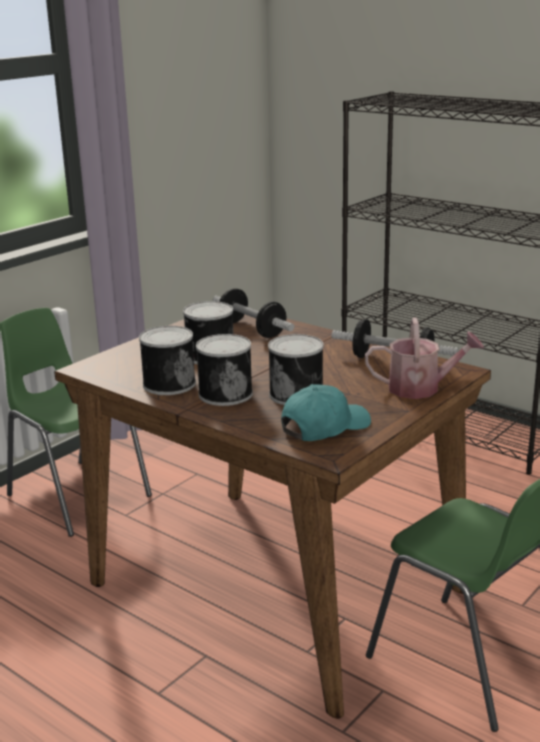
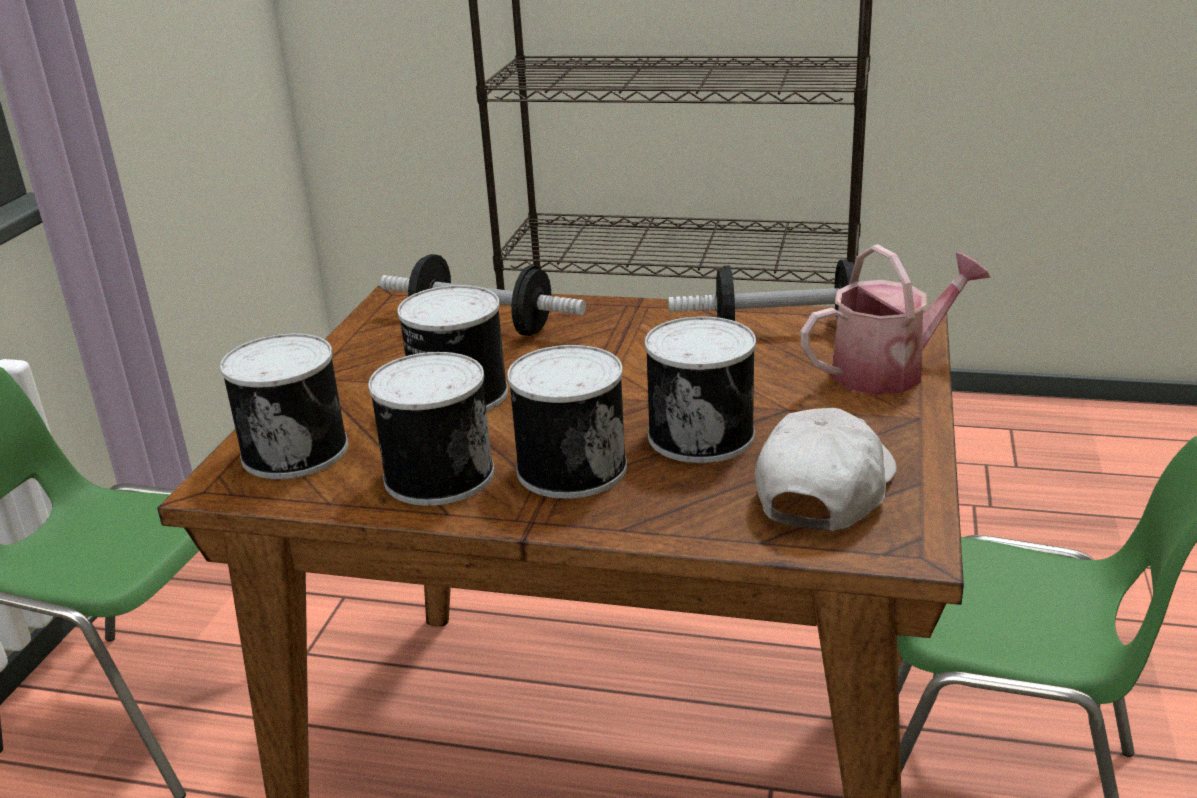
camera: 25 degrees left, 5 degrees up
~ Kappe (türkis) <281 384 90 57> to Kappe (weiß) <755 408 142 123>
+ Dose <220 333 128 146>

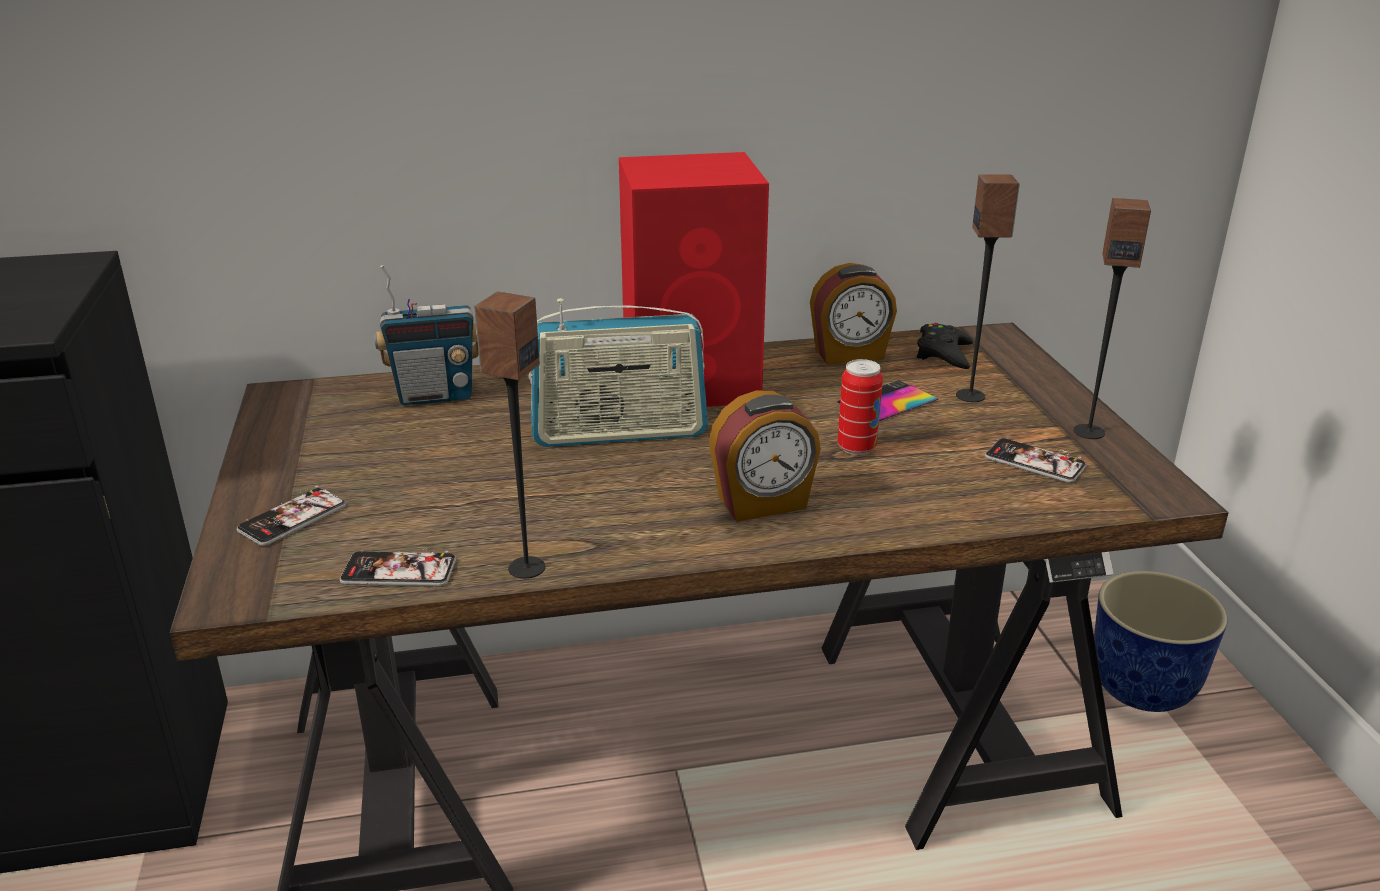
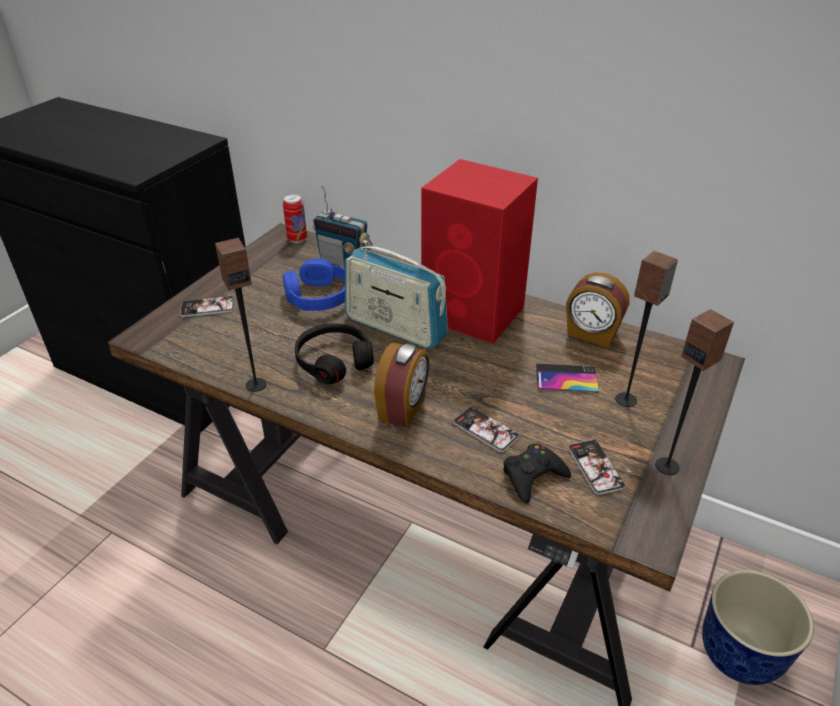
camera: 40 degrees right, 10 degrees up
~ Handy <340 549 116 37> to <453 407 66 45>
~ Wecker <709 390 112 132> = <374 343 55 85> 90 degrees counterclockwise
~ Dose <838 359 45 96> to <283 194 24 49>
~ Gamepad (schwarz) <917 323 56 46> to <503 444 68 59>
+ Kopfhörer (blau) <283 258 62 53>
+ Kopfhörer (schwarz) <295 323 79 61>

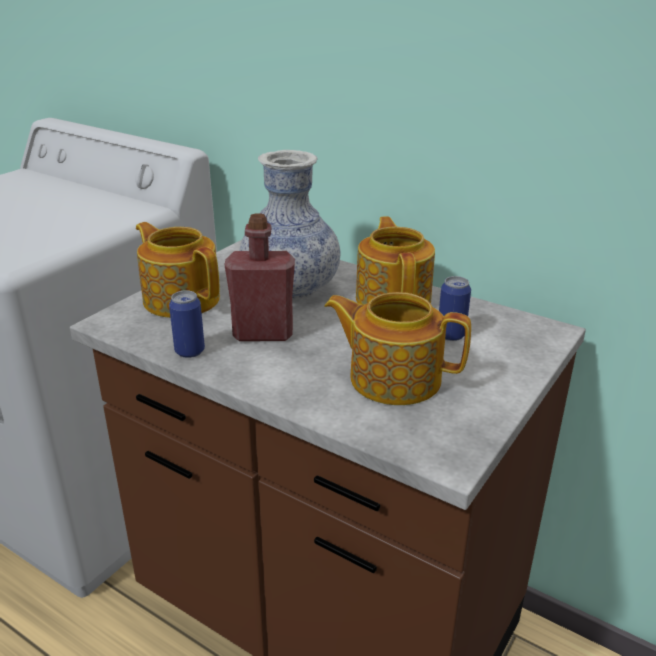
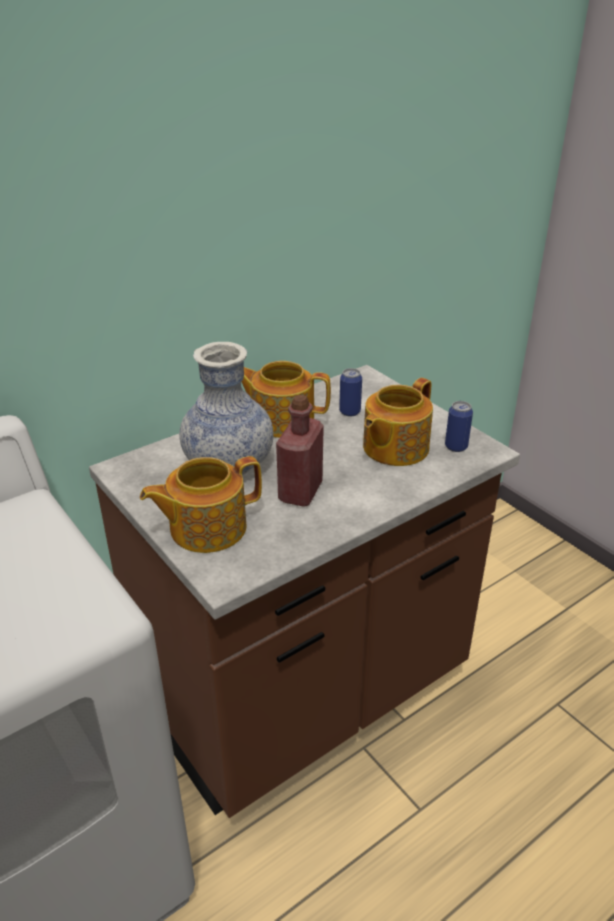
camera: 70 degrees left, 5 degrees up
~ Dose <169 290 36 68> to <445 401 28 51>

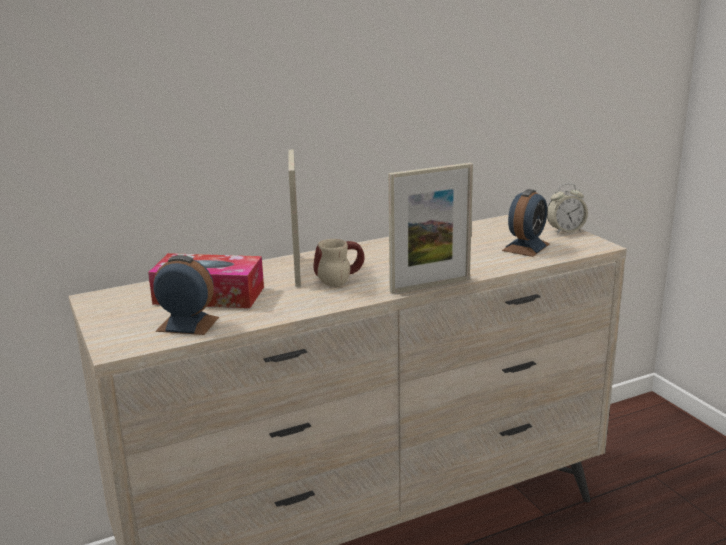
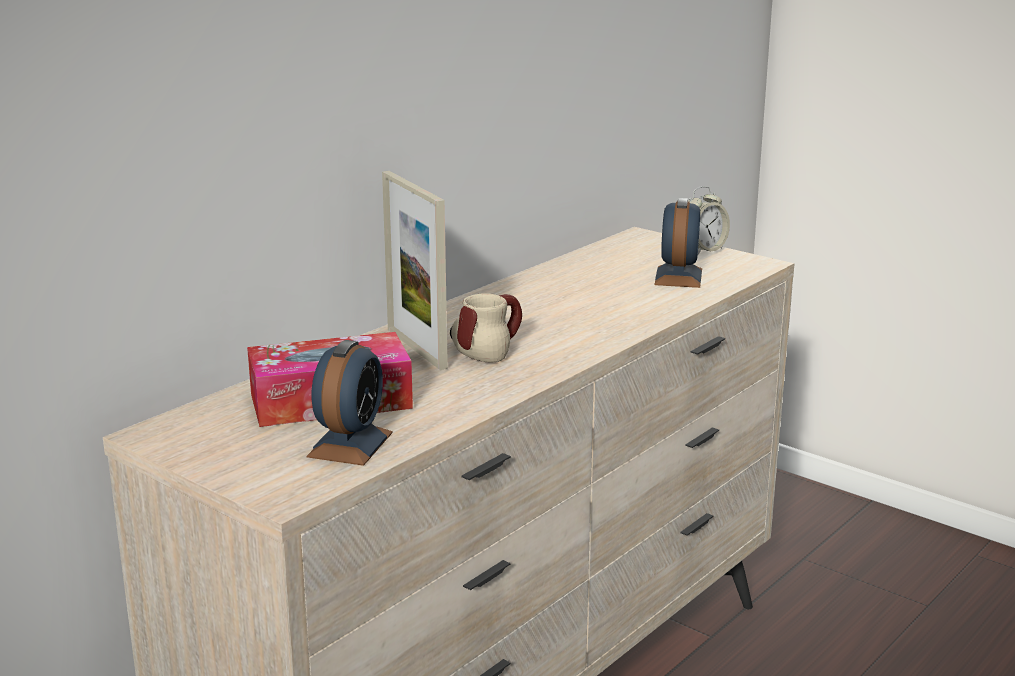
camera: 25 degrees left, 0 degrees up
~ Wecker <153 255 66 80> = <307 340 86 126> 120 degrees clockwise
- Bilderrahmen <388 163 85 131>

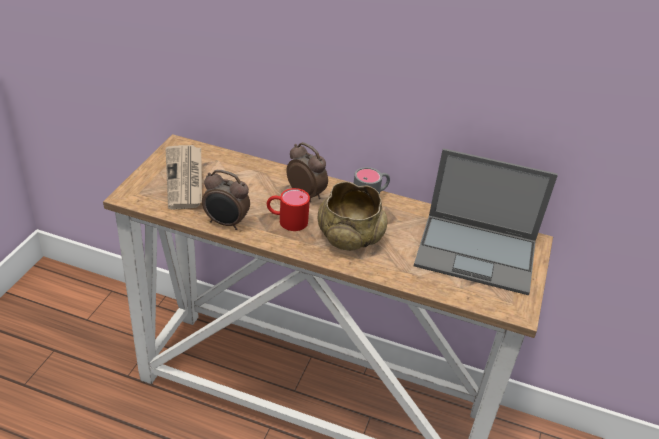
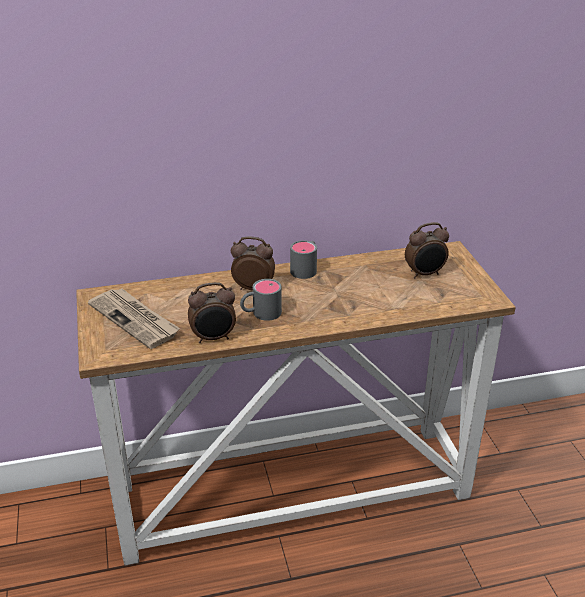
camera: 30 degrees left, 5 degrees down
~ Henkelbecher (rot) <267 188 43 43> to Henkelbecher (grau) <240 279 42 42>
- Schüssel (beige) <318 182 70 69>
~ Laptop <414 148 144 147> to Wecker <405 222 44 56>

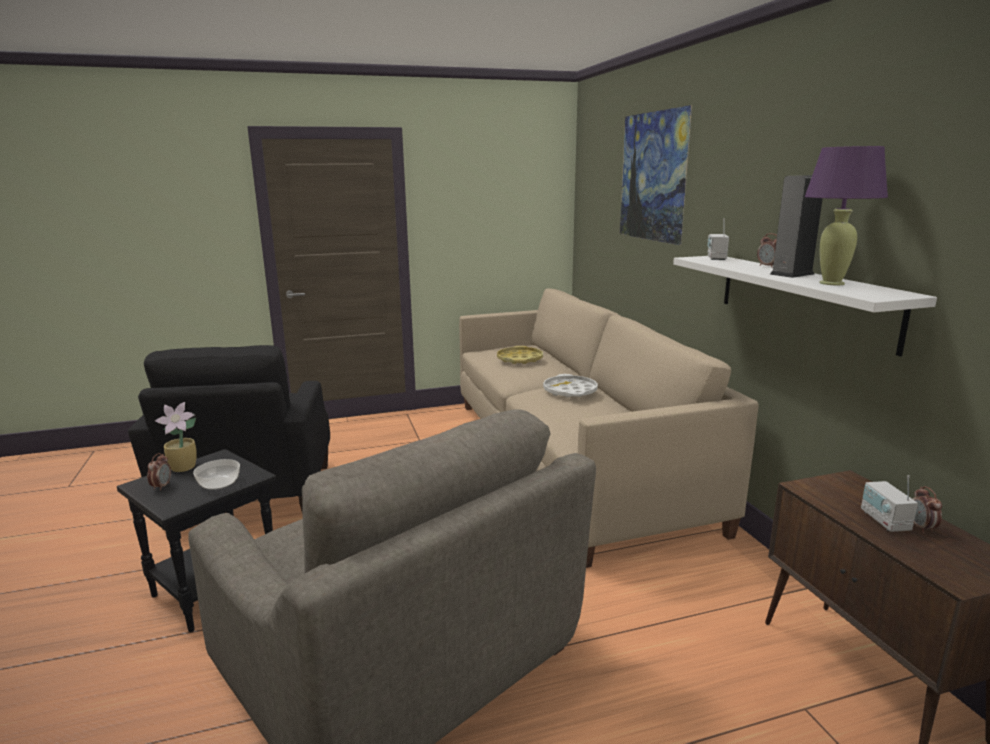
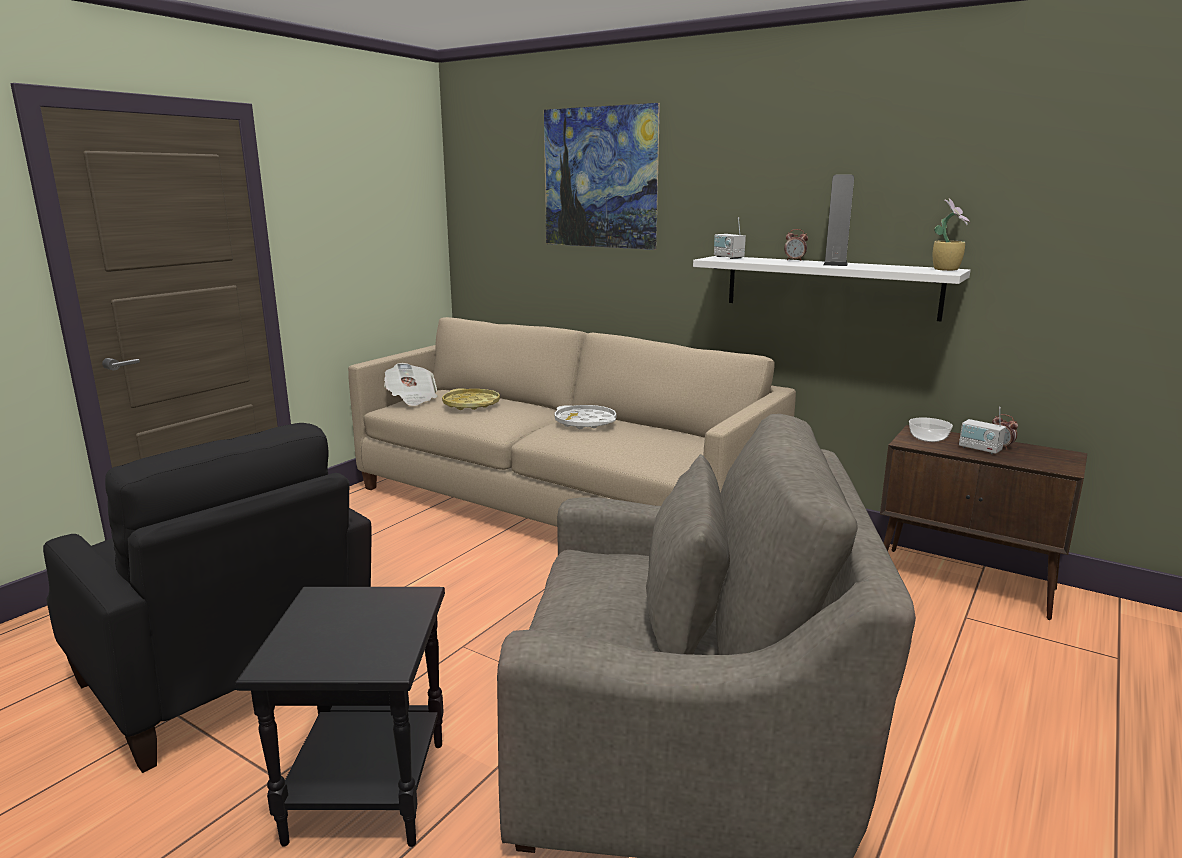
camera: 40 degrees left, 0 degrees up
- Wecker <147 453 24 38>
~ Topfpflanze <155 402 42 70> to <933 199 37 72>
~ Schüssel <193 459 47 31> to <909 418 44 24>
- Tischlampe (lila) <804 146 84 139>
+ Zeitung <384 363 54 43>

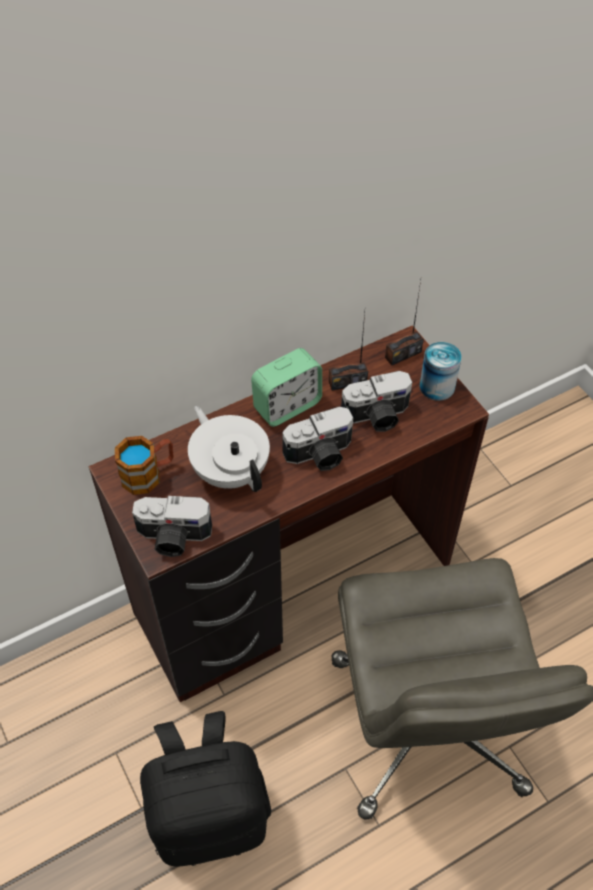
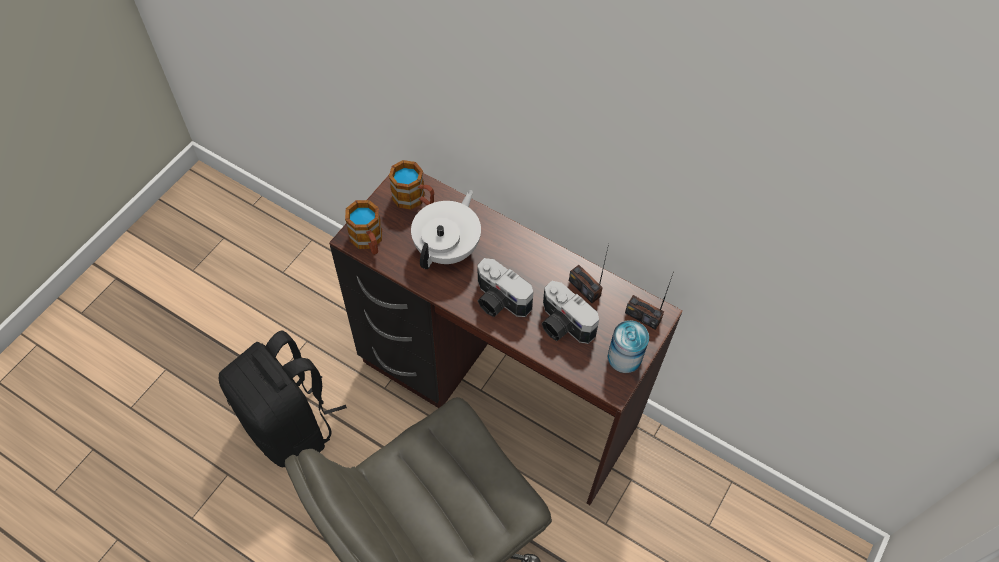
camera: 60 degrees right, 5 degrees up
~ Kamera <132 496 80 61> to Henkelbecher <345 200 37 55>
- Wecker <251 348 71 79>

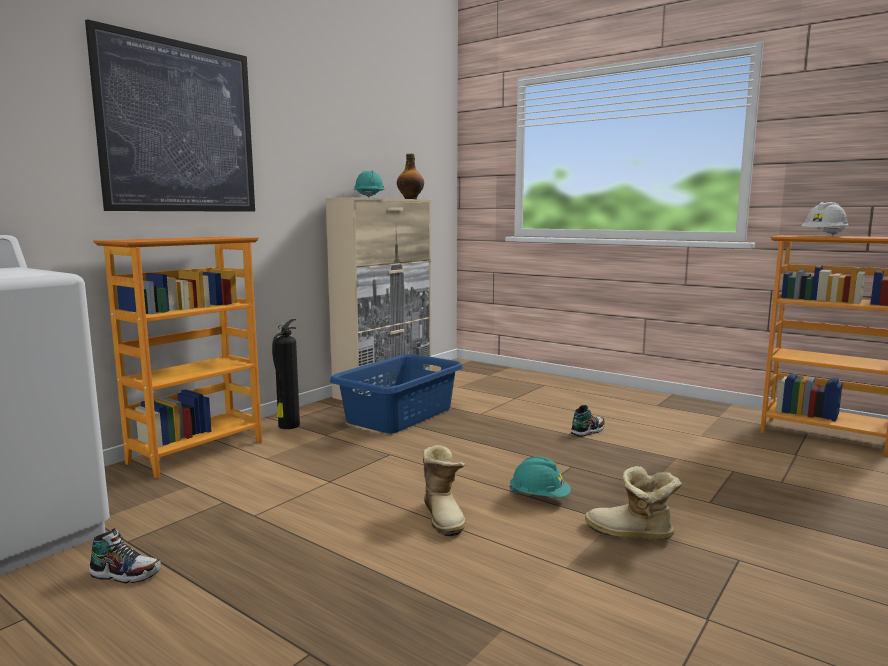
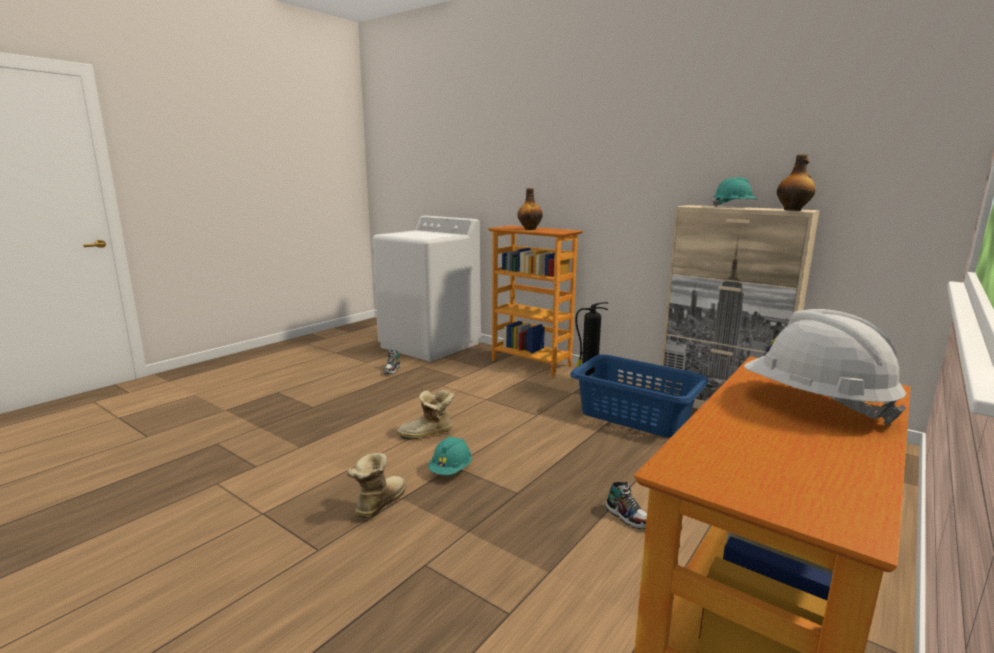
camera: 90 degrees right, 5 degrees up
- Bild <85 19 170 193>
+ Flasche <517 188 26 42>

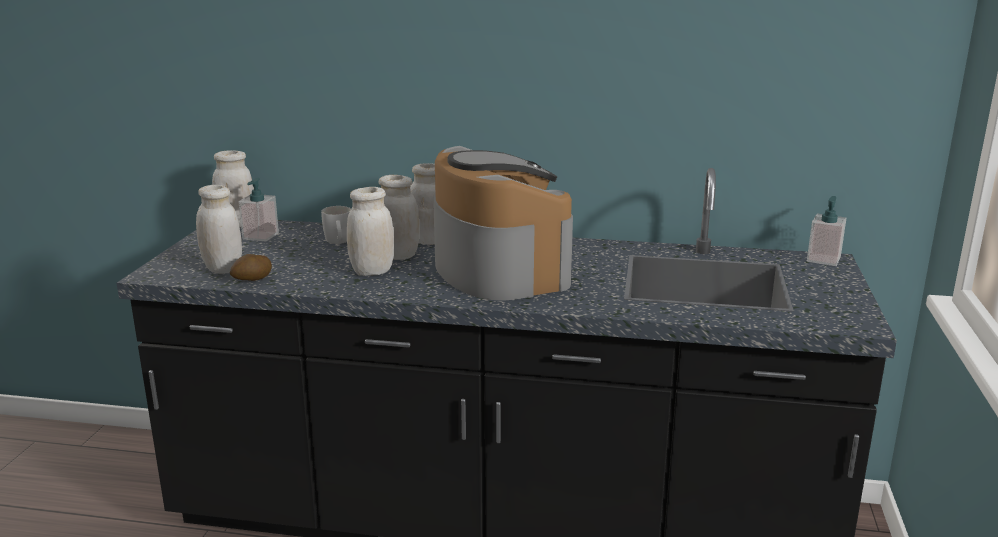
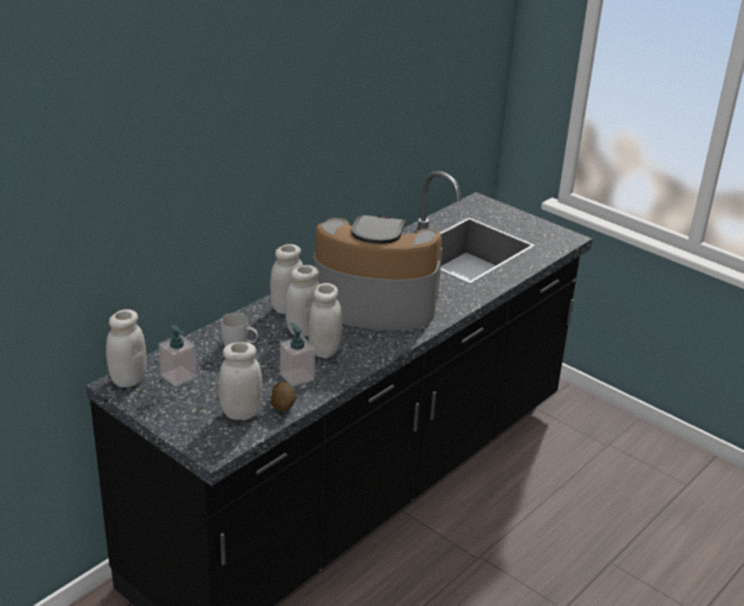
camera: 60 degrees left, 10 degrees up
~ Seifenspender <807 196 39 70> to <280 323 35 64>

